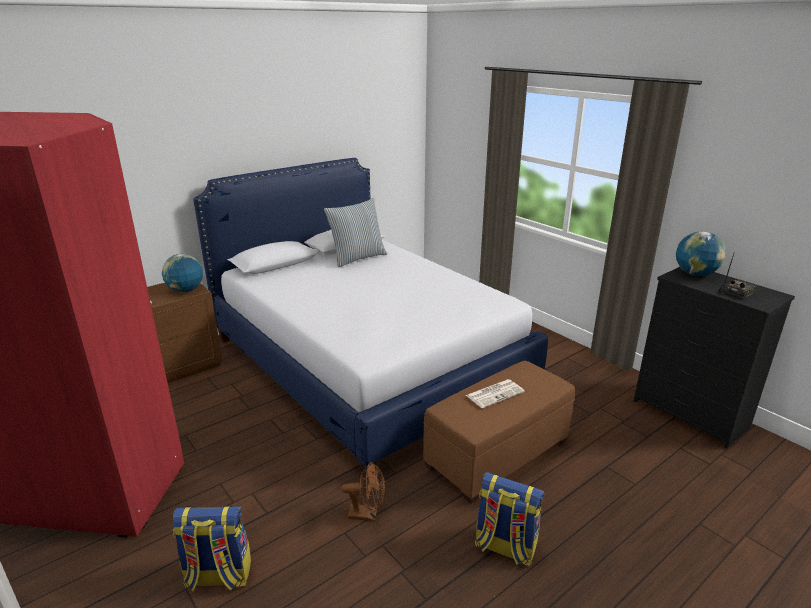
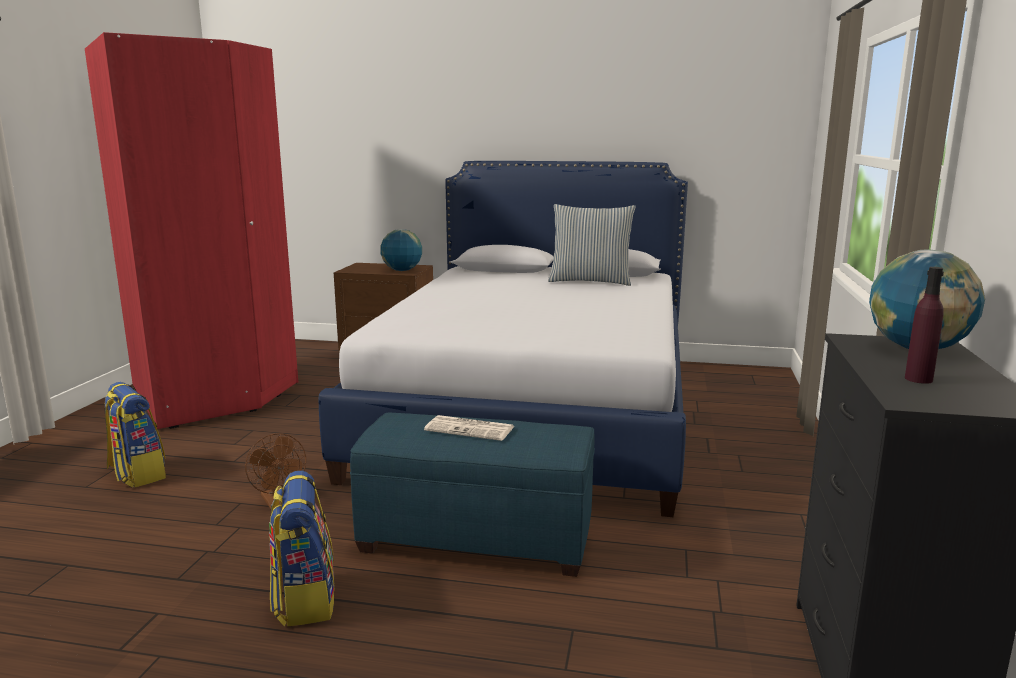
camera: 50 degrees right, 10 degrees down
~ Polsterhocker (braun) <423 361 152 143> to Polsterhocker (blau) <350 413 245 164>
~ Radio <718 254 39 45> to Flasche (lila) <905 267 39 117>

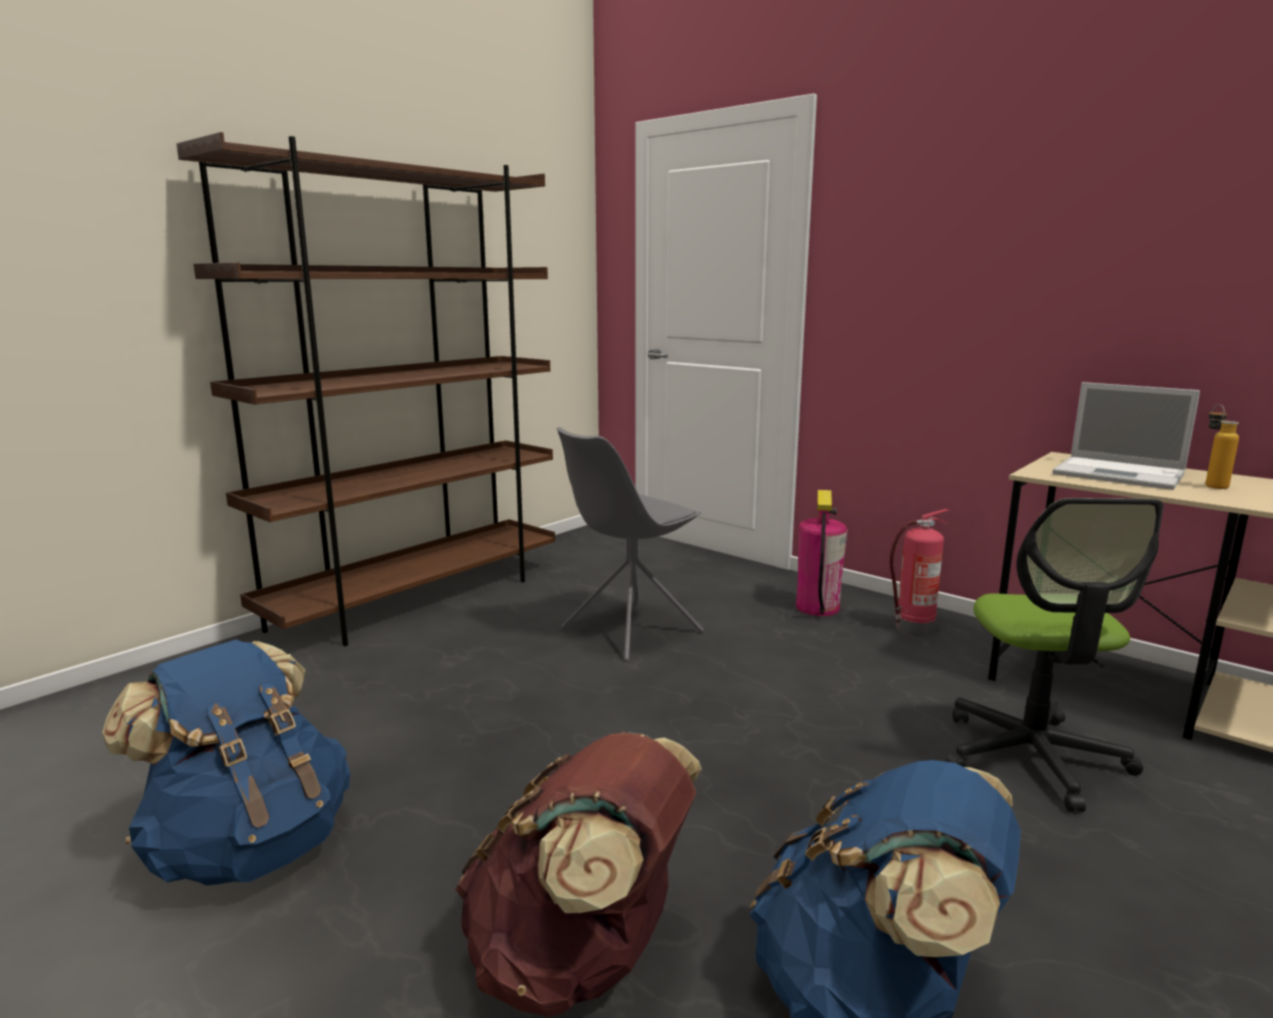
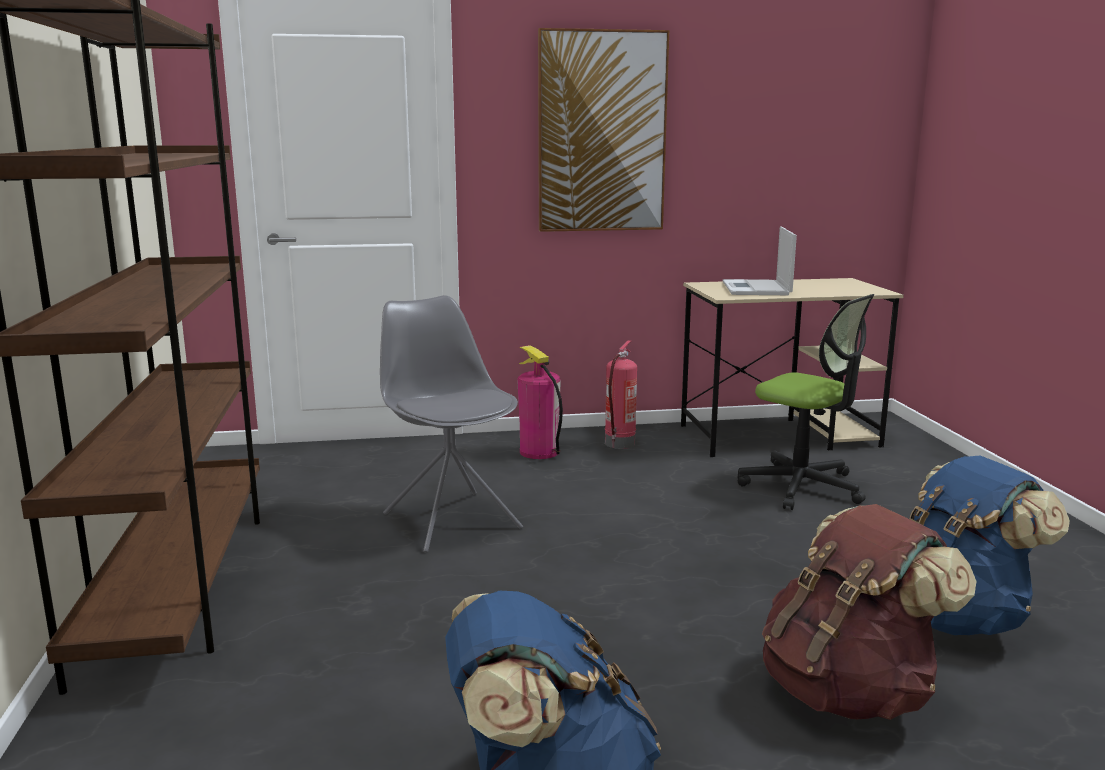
camera: 50 degrees left, 0 degrees up
~ Stuhl (grau) <557 427 147 234> = <380 295 143 258> 150 degrees clockwise
~ Laptop <1053 382 147 108> = <723 226 74 69> 105 degrees clockwise
- Flasche <1205 404 34 85>
+ Bild <538 28 131 204>

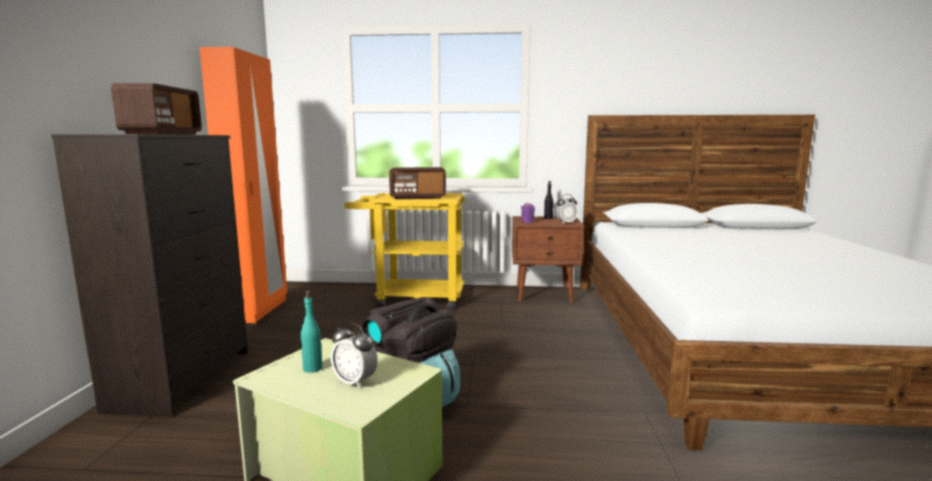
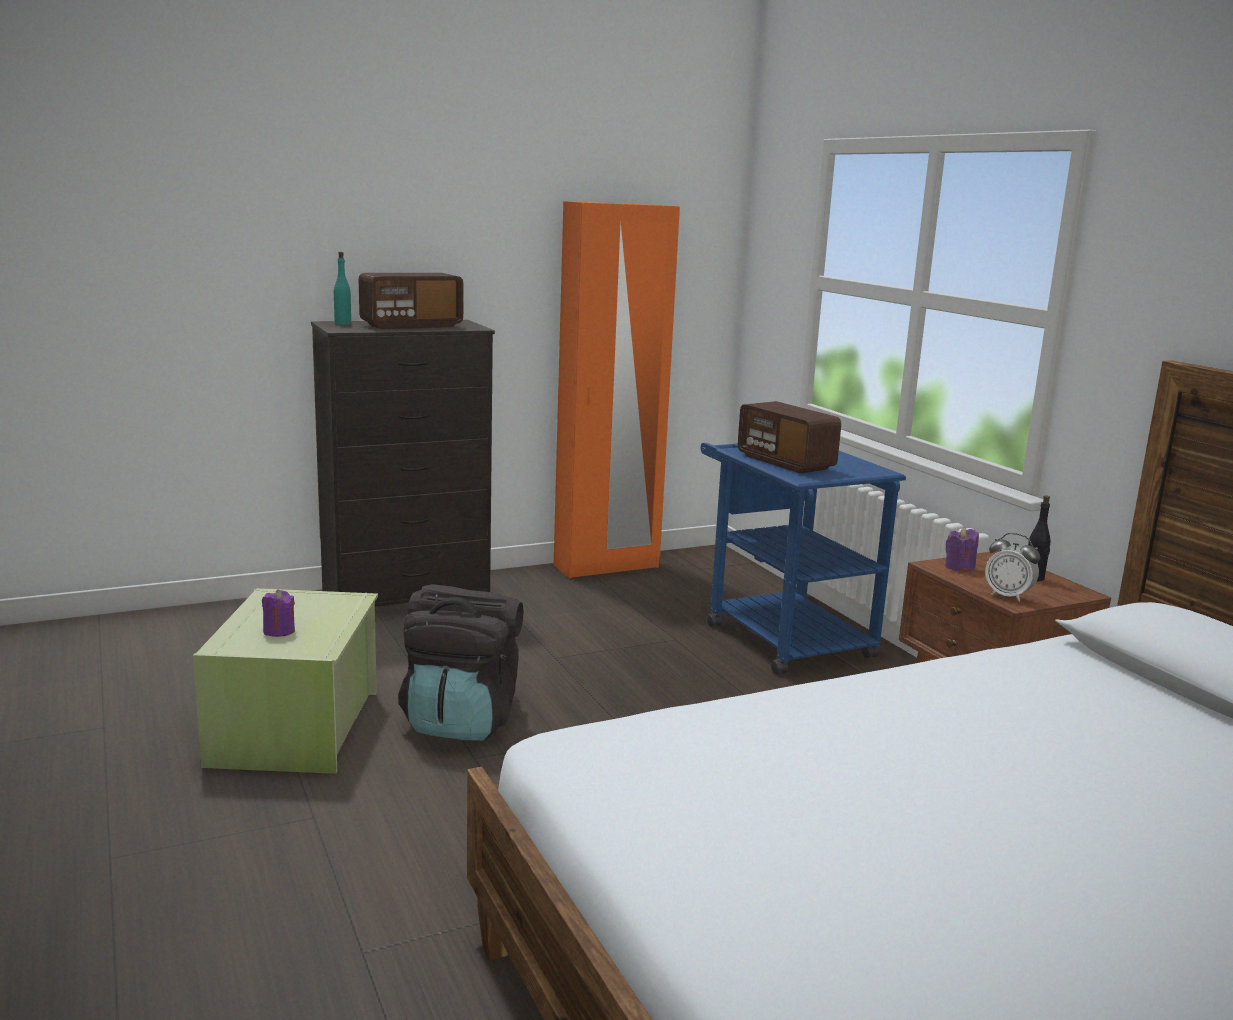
camera: 60 degrees right, 5 degrees up
~ Flasche (türkis) <301 291 21 82> to <334 252 17 73>
~ Wecker <331 322 47 67> to Kerze (lila) <262 589 33 48>
~ Rollwagen (gelb) <344 193 121 117> to Rollwagen (blau) <701 443 205 231>

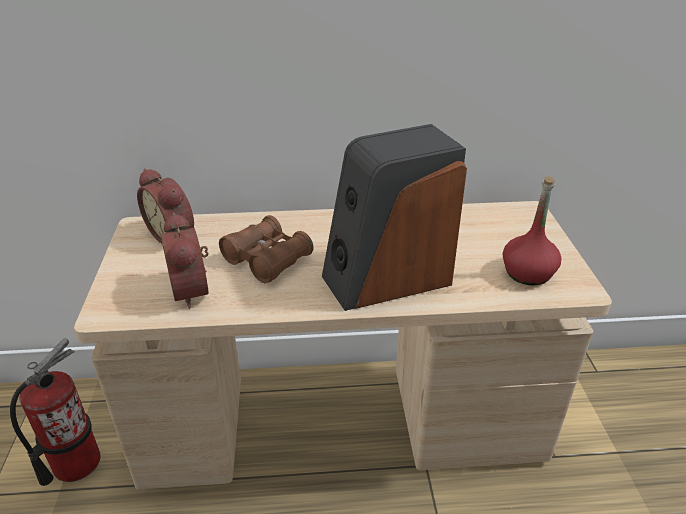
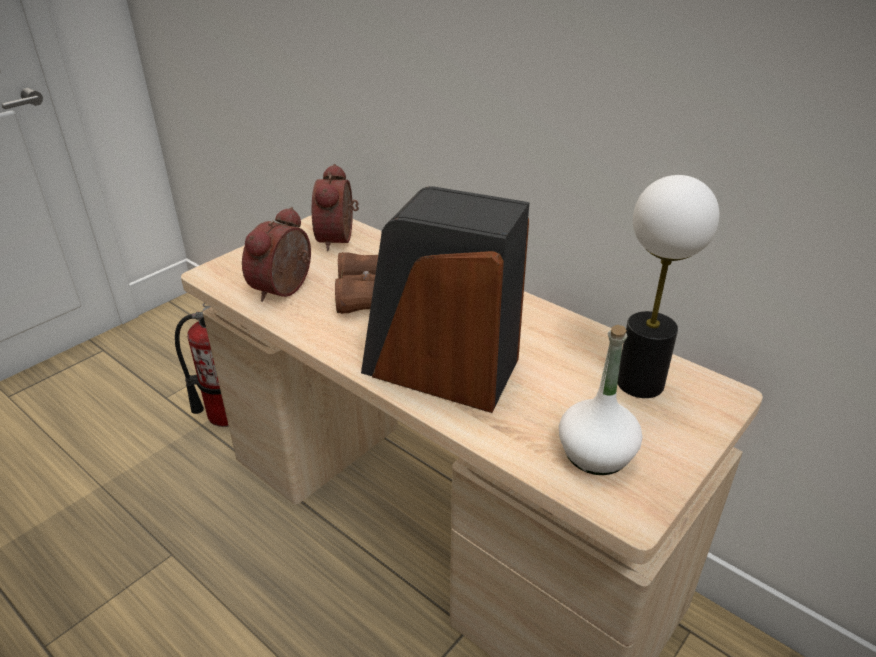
camera: 45 degrees right, 0 degrees up
~ Flasche (rot) <503 176 58 110> to Flasche (weiß) <559 325 84 150>
+ Tischlampe <617 175 103 223>

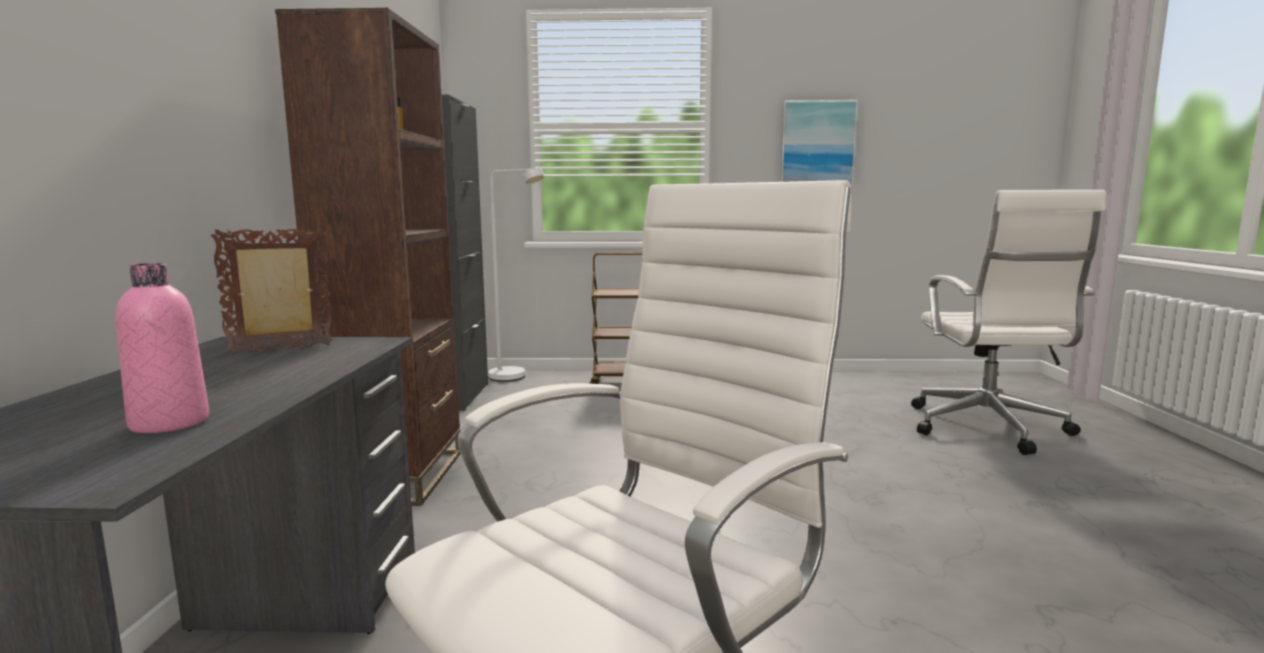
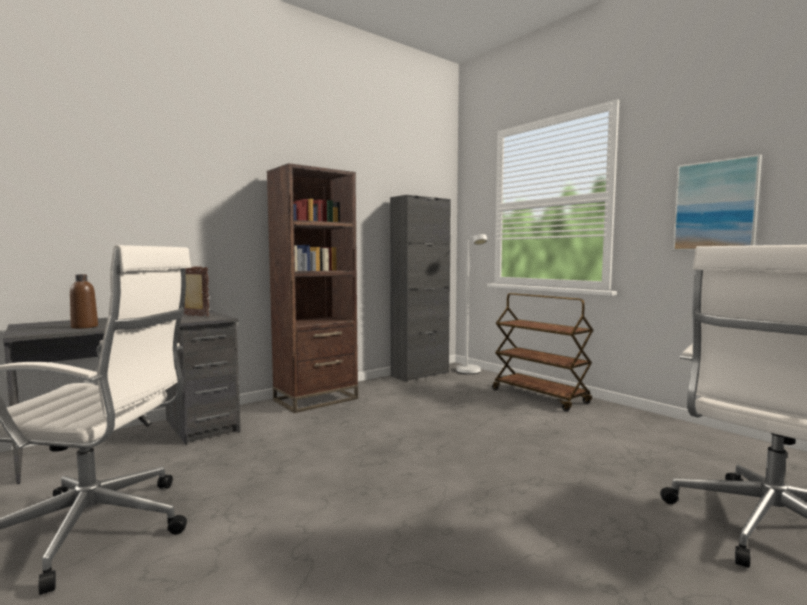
camera: 50 degrees right, 5 degrees down
~ Flasche (rosa) <116 263 93 170> to Flasche (braun) <70 274 28 55>

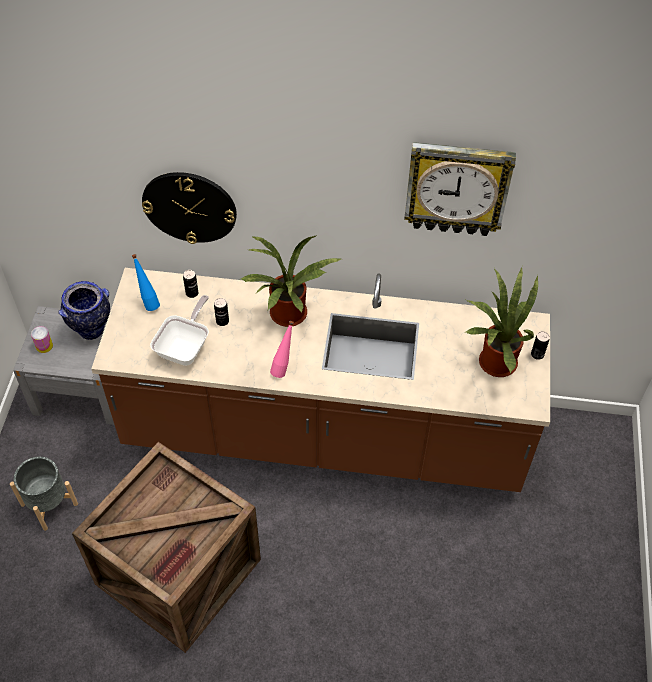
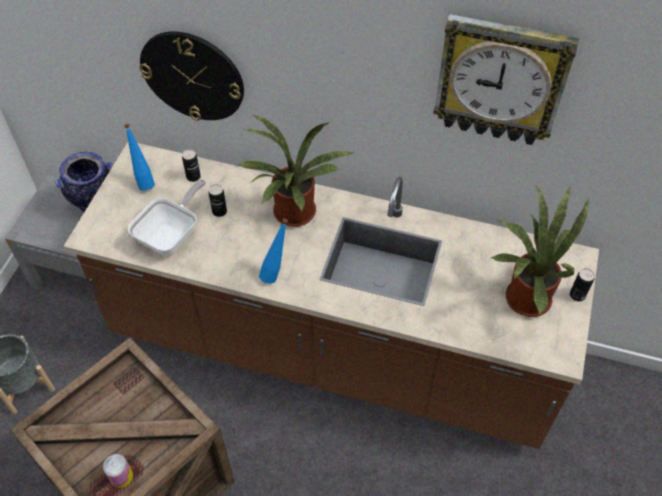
camera: 10 degrees right, 0 degrees up
~ Dose <31 326 22 27> to <103 454 30 34>
~ Flasche (rosa) <270 321 24 57> to Flasche (blau) <259 219 29 65>

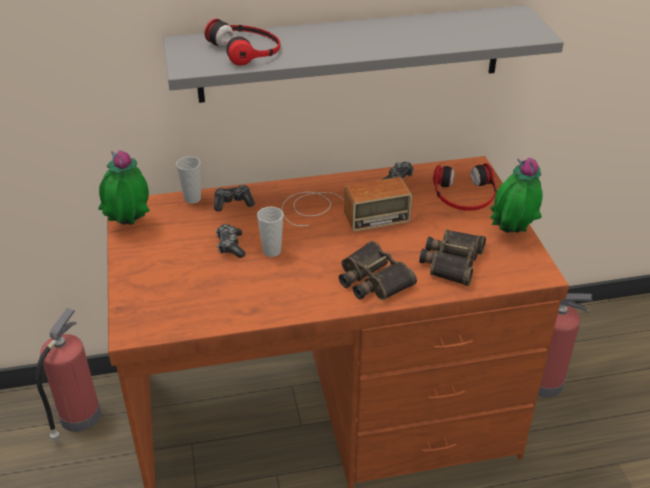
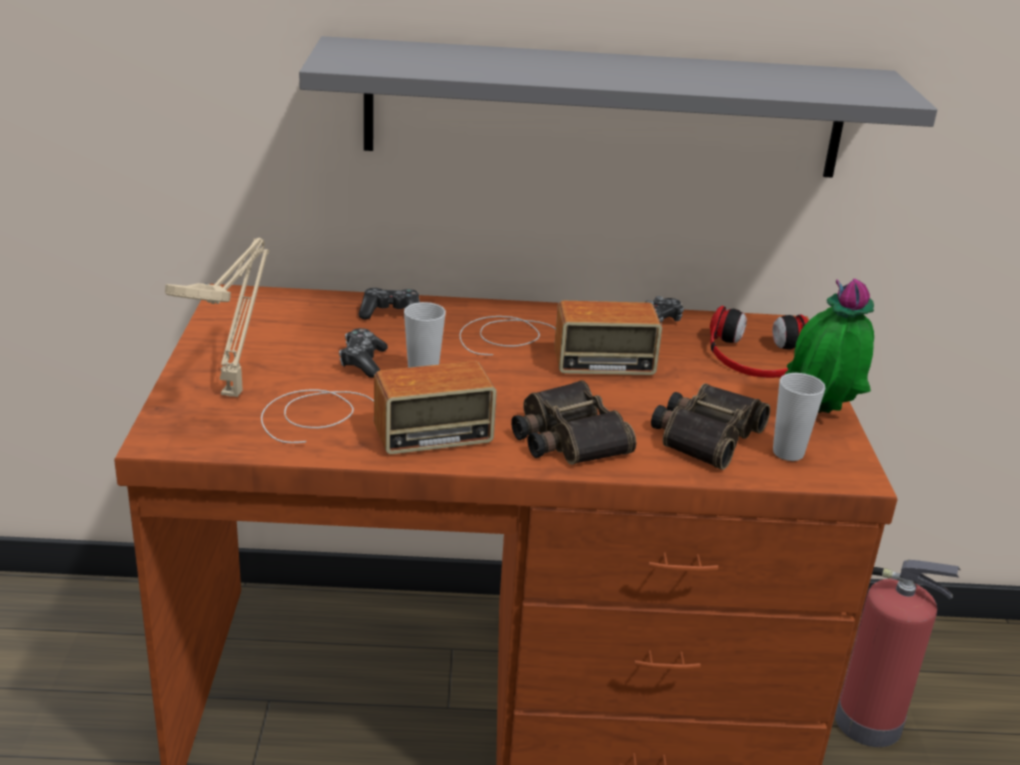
camera: 10 degrees right, 10 degrees down
- Feuerlöscher <36 308 65 134>
- Topfpflanze <98 150 52 75>
~ Tasse <176 156 25 48> to <773 373 53 88>
- Kopfhörer <204 19 76 47>
+ Tischlampe (beige) <165 238 105 159>
+ Radio <261 361 236 93>

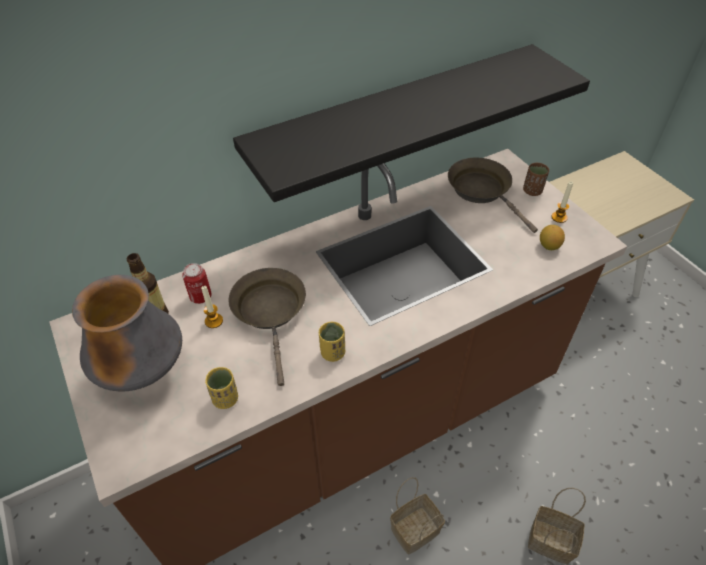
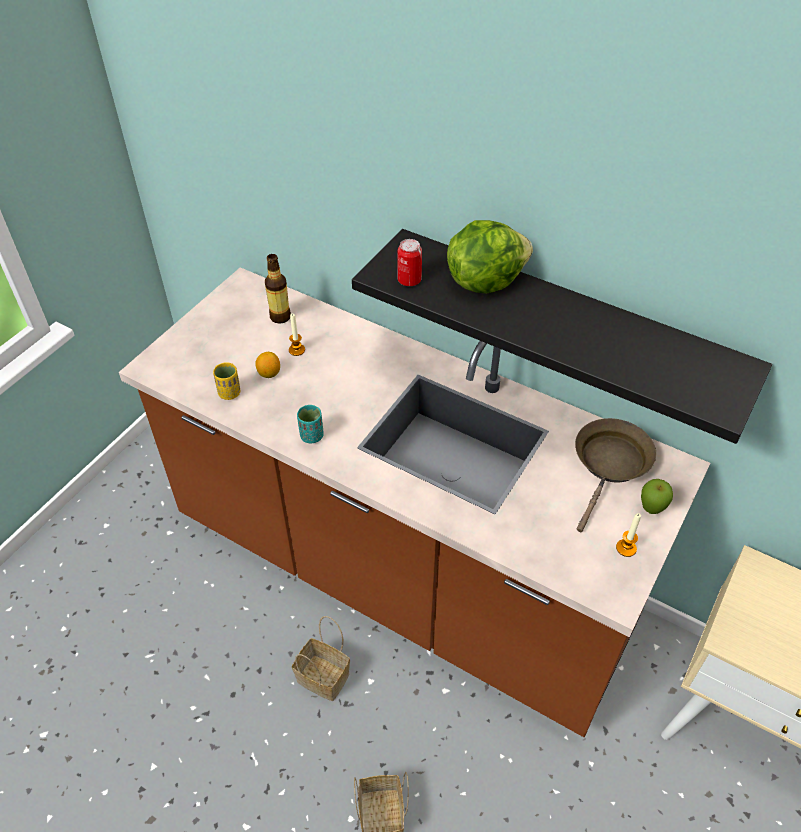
camera: 60 degrees right, 0 degrees up
- Vase <72 275 110 116>
~ Dose <182 263 30 41> to <397 239 25 47>
- Pfanne (braun) <229 268 77 118>
~ Tasse (gelb) <319 322 26 40> to Tasse (türkis) <297 405 27 39>
~ Tasse (braun) <523 162 26 34> to Apfel <641 479 32 35>
~ Zitrone <540 225 25 25> to <255 352 25 26>
+ Salatkopf <447 220 86 74>

